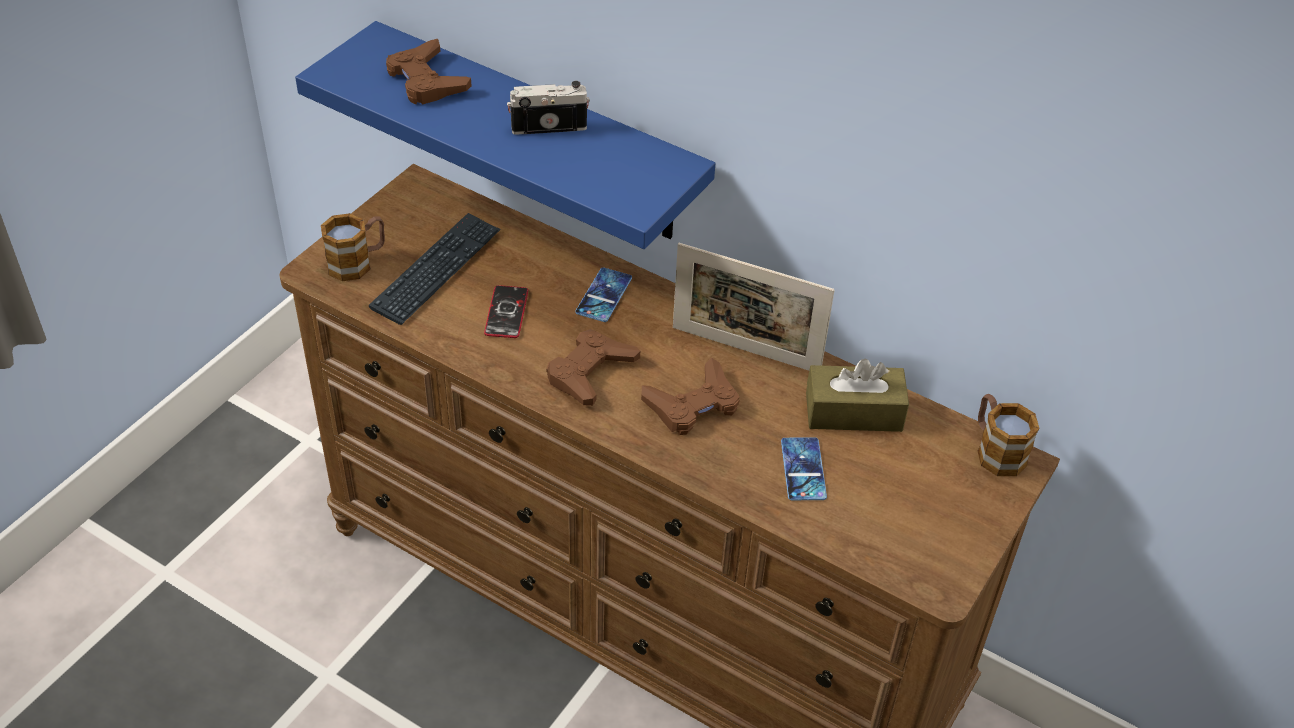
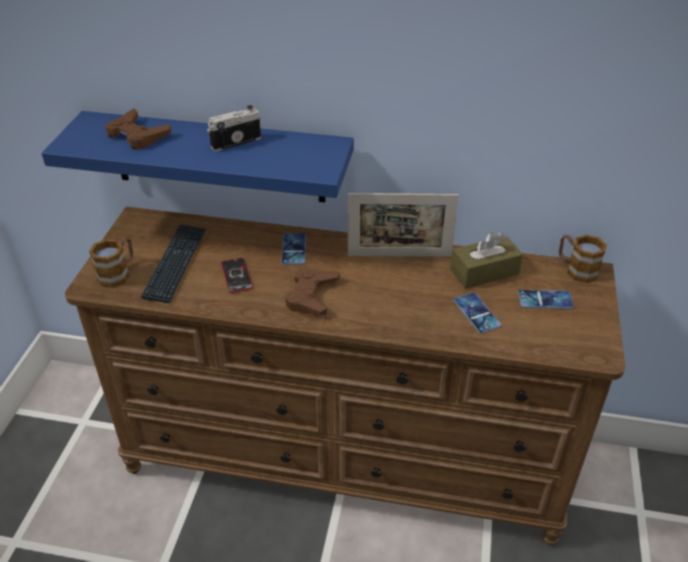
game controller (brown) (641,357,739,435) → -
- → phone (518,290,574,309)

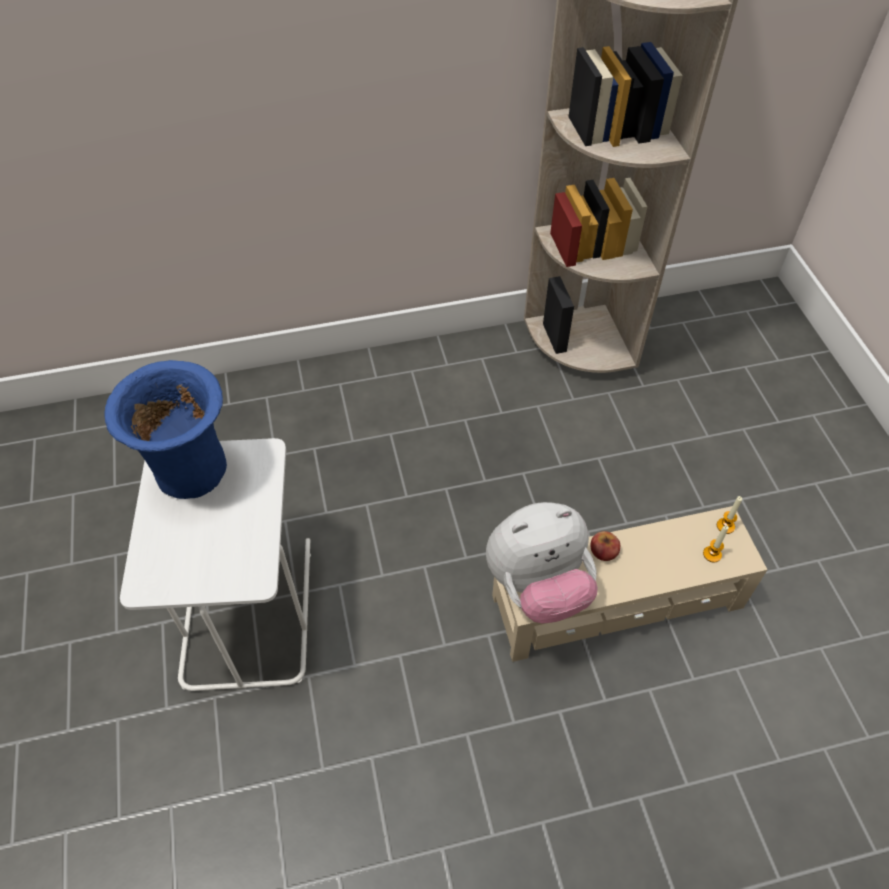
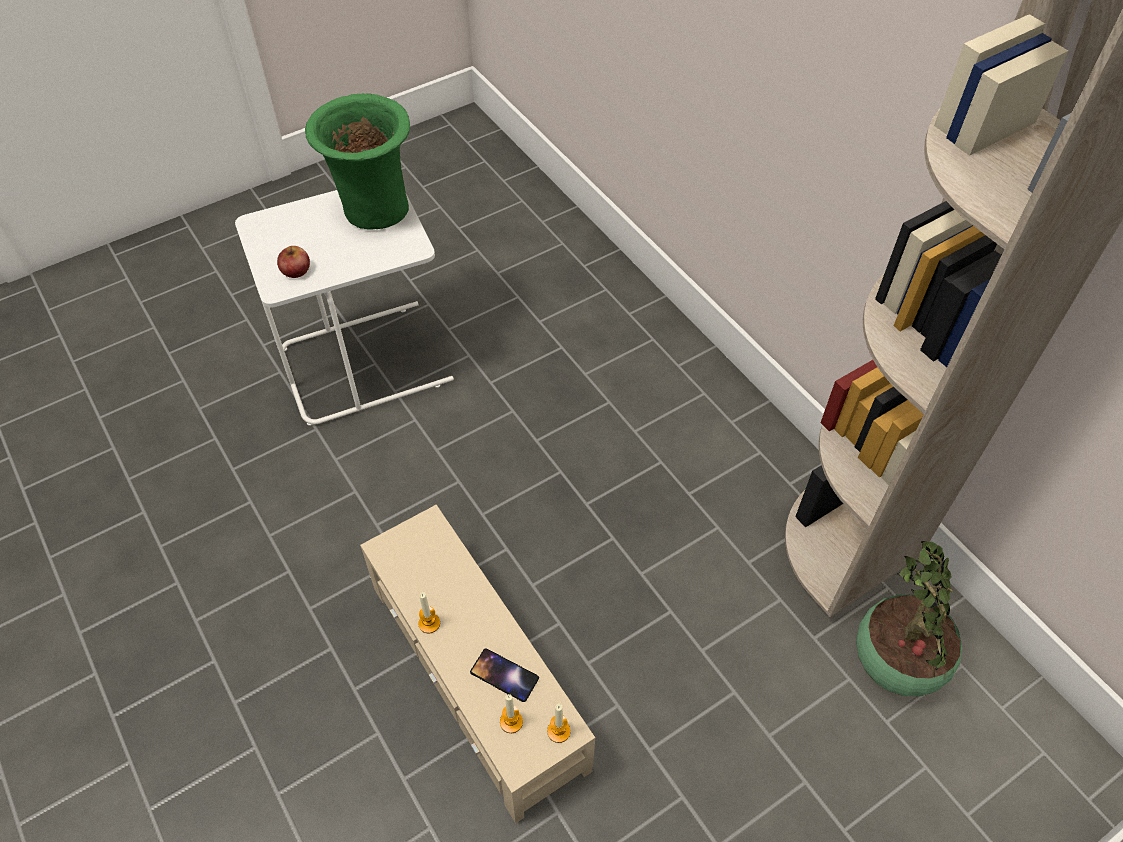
plush toy (486,502,598,624) → -
- → candle (418,592,440,633)
- → phone (470,648,539,702)
- → potted plant (856,541,962,696)
apple (590,531,620,561) → apple (277,246,310,278), shifted
vase (blue) (104,360,227,499) → vase (green) (305,93,410,230)

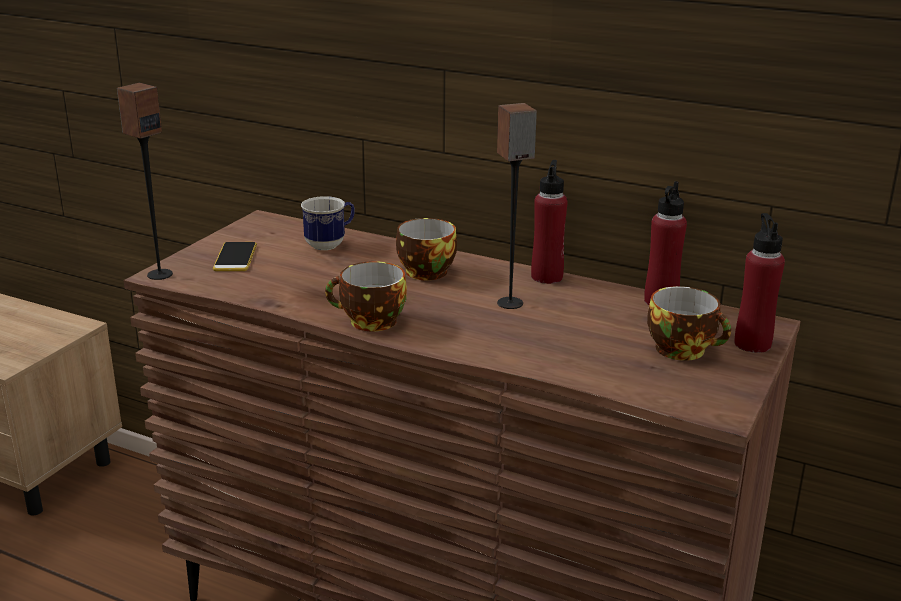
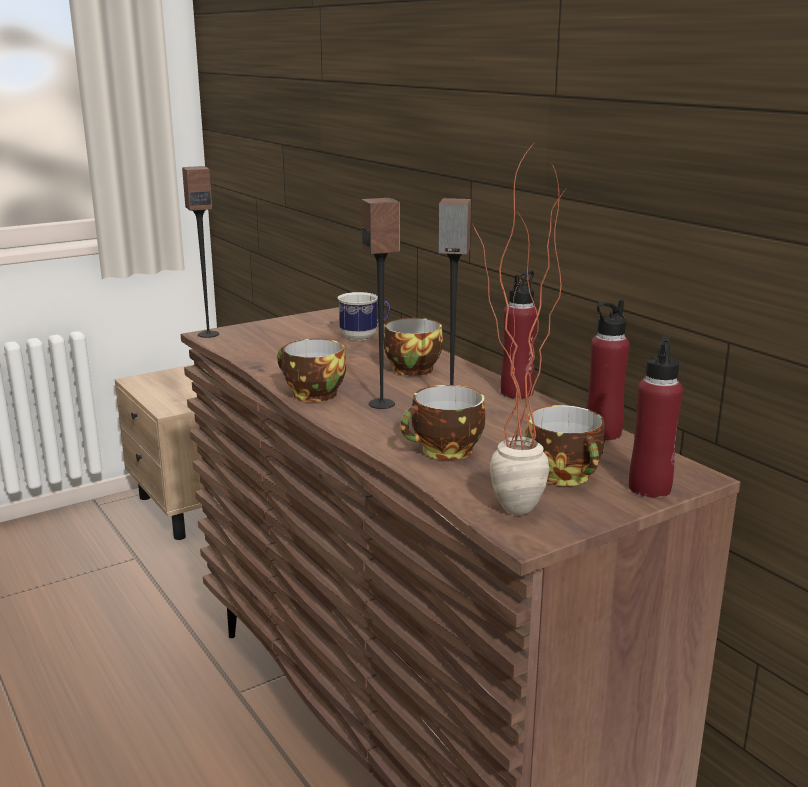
phone (213,242,257,271) → -
- → speaker (362,198,400,409)
- → cup (400,385,486,460)
- → potted plant (473,146,566,515)

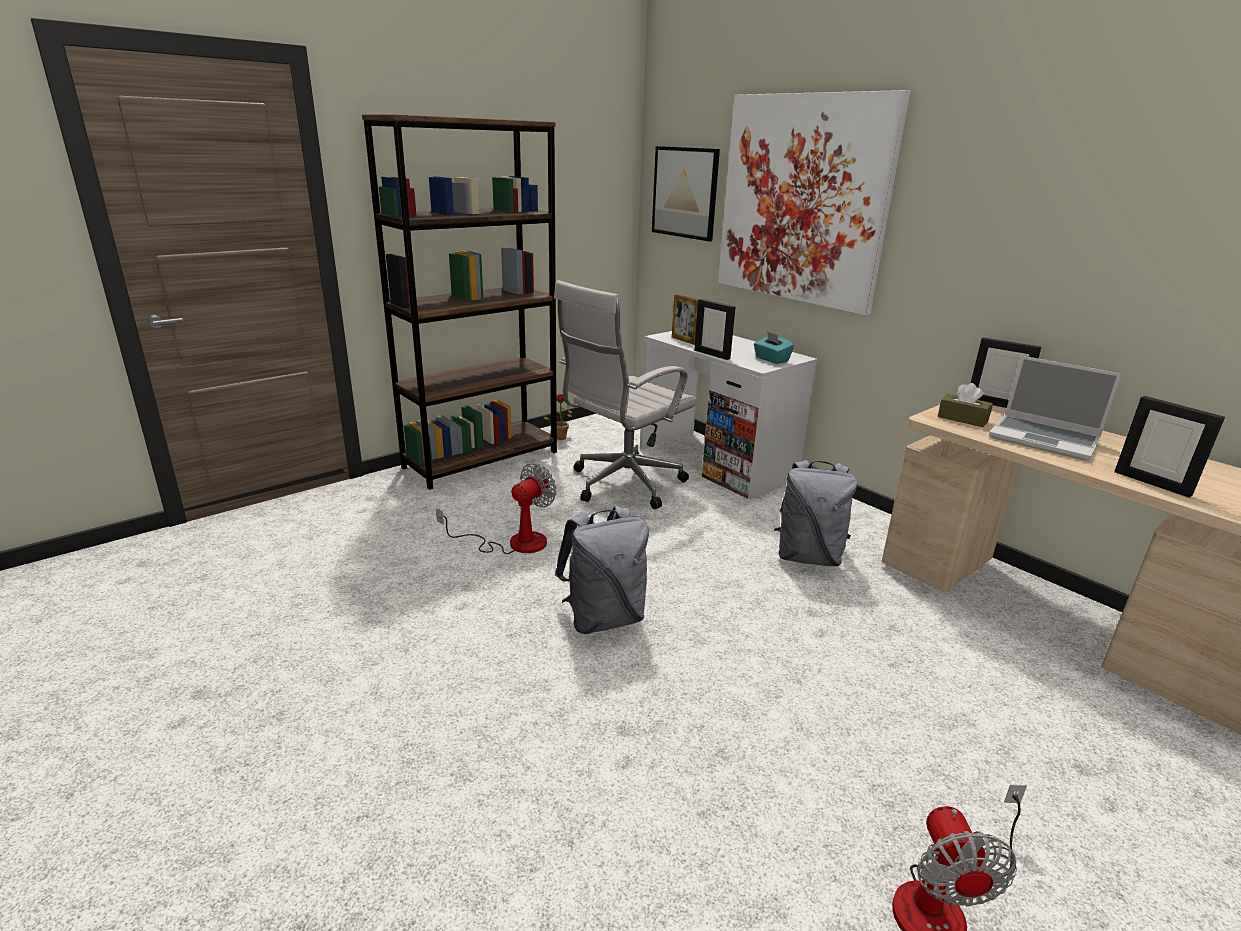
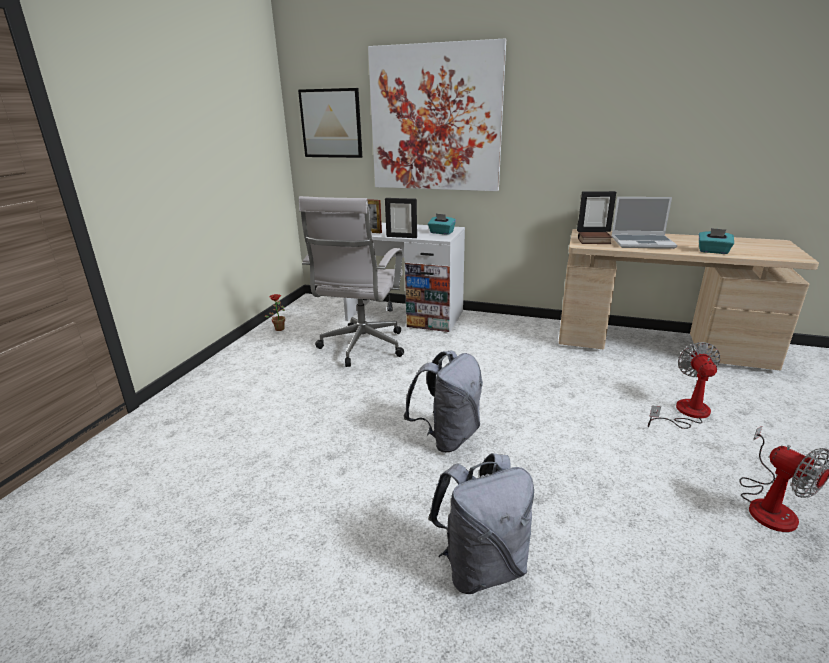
bookcase (brown) (362,114,557,490) → -
fan (436,463,556,554) → fan (648,342,720,429), shifted
backpack (grey) (774,460,858,566) → backpack (grey) (429,453,534,594), shifted
tissue box (brown) (938,383,993,427) → book (578,232,612,244)
picture frame (1114,396,1225,498) → tissue box (turquoise) (699,228,734,254)

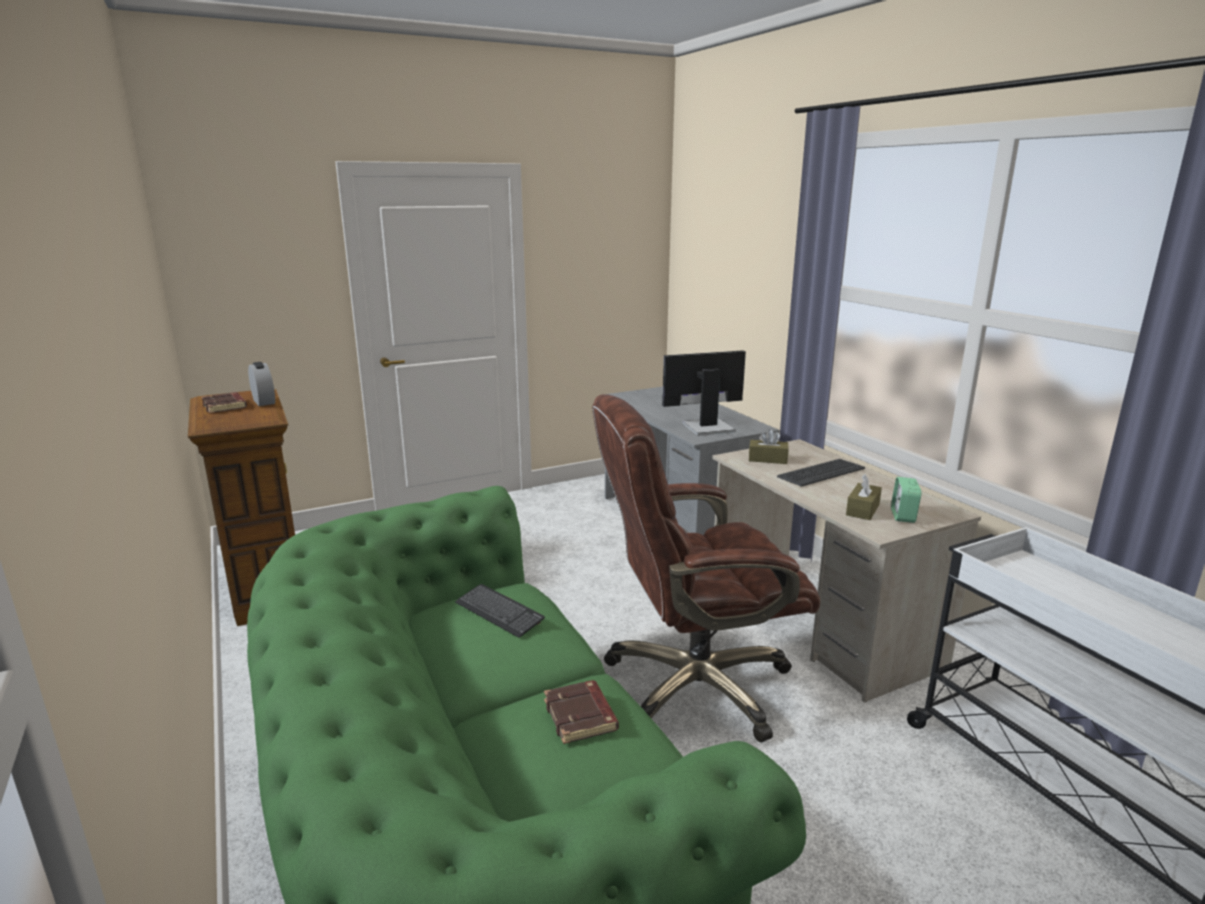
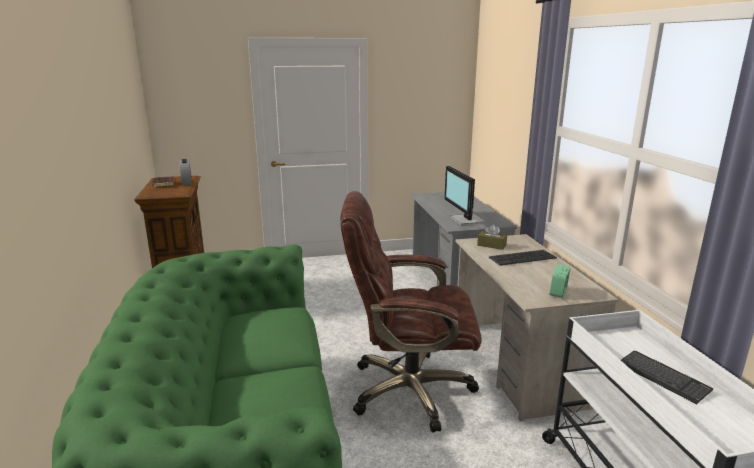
book (brown) (544,680,619,744) → -
tissue box (brown) (846,474,882,520) → -
keyboard (455,584,545,638) → keyboard (621,351,713,404), shifted
monitor (662,350,746,436) → monitor (444,166,486,226), 105 degrees counterclockwise

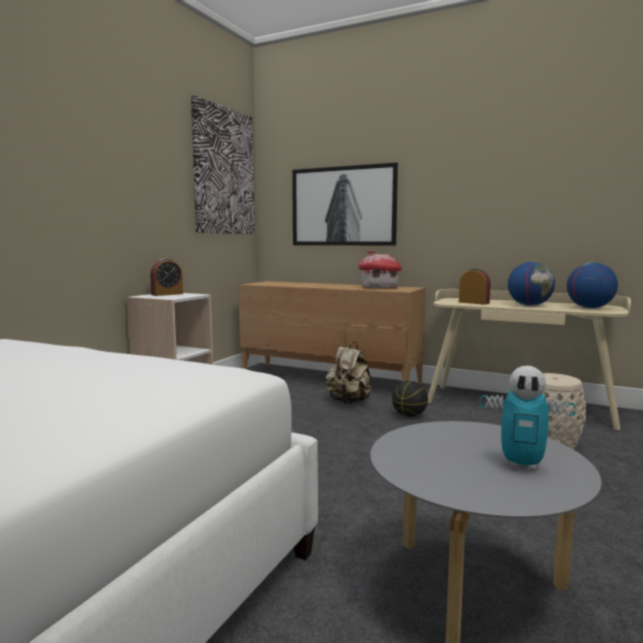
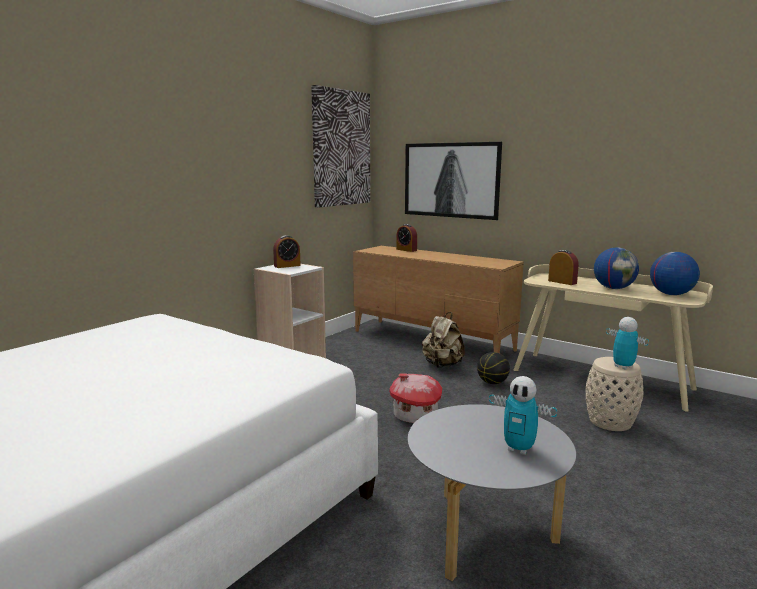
- → alarm clock (396,224,417,252)
- → toy robot (606,317,649,370)
toy house (359,250,402,288) → toy house (389,373,442,423), shifted

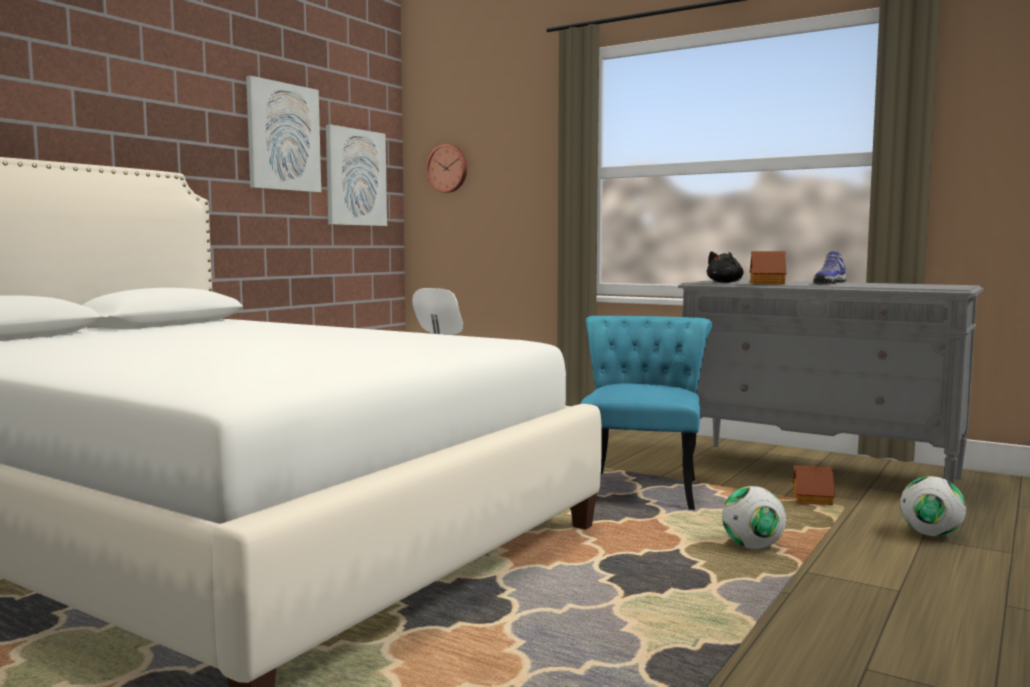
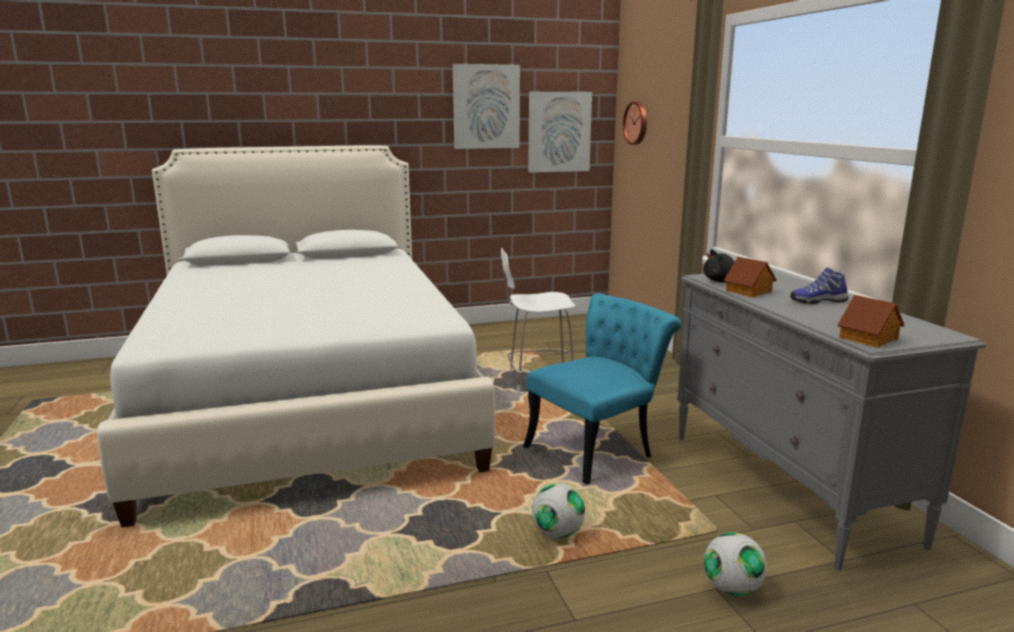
toy house (792,465,835,505) → toy house (838,295,904,348), shifted

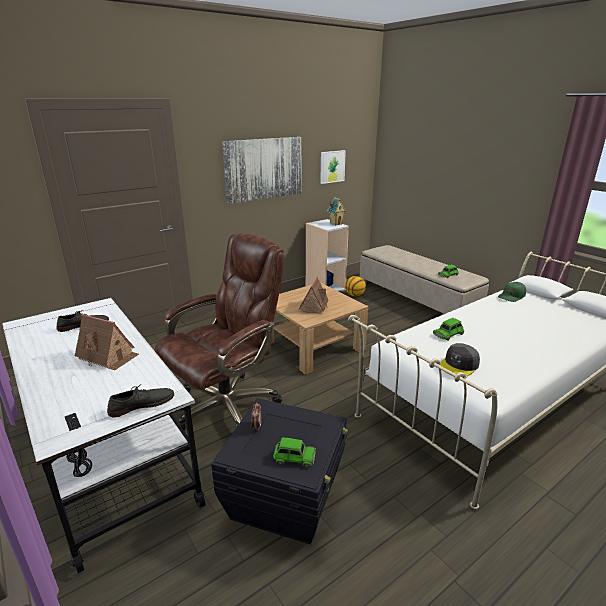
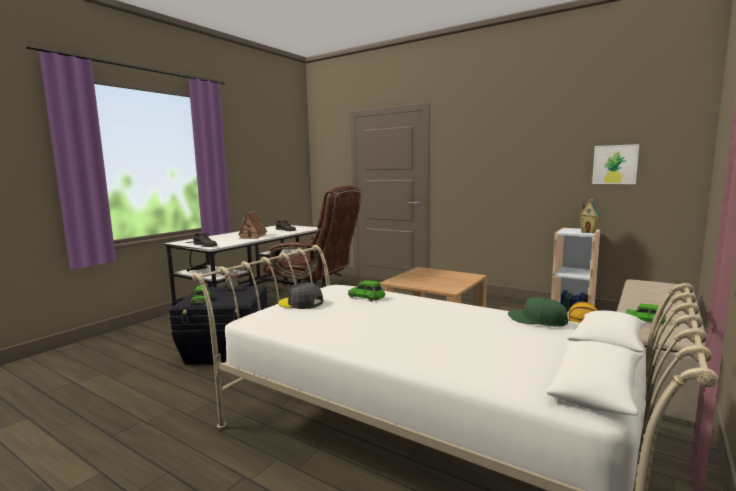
picture (222,137,301,204) → -
toy house (299,276,329,314) → -

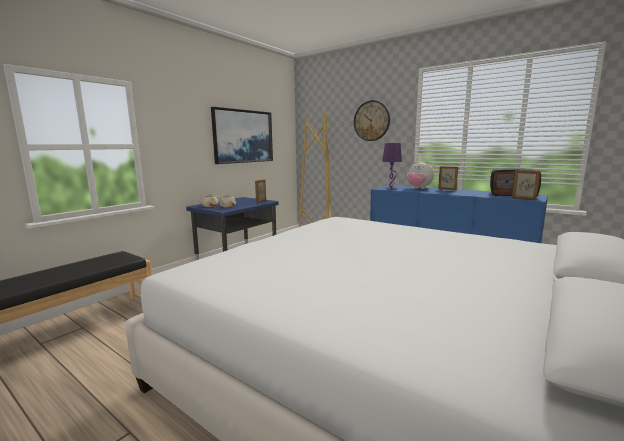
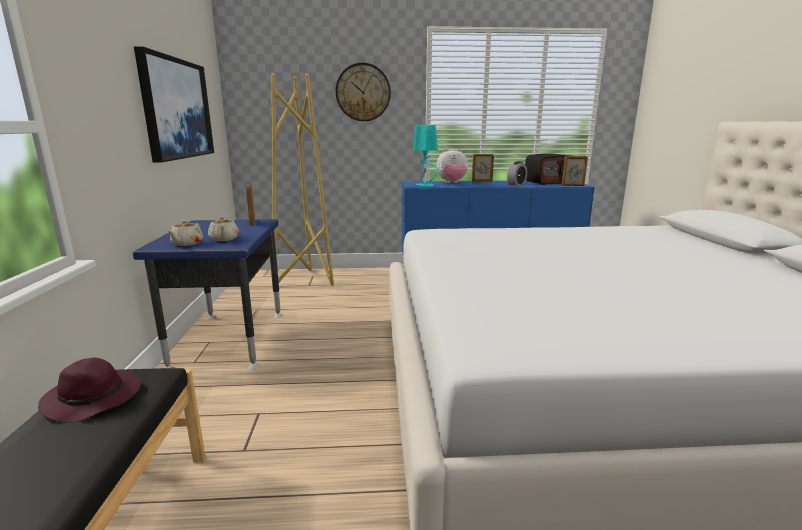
- → hat (purple) (38,358,141,423)
- → alarm clock (507,161,527,186)
table lamp (purple) (382,143,402,189) → table lamp (turquoise) (413,125,438,187)

